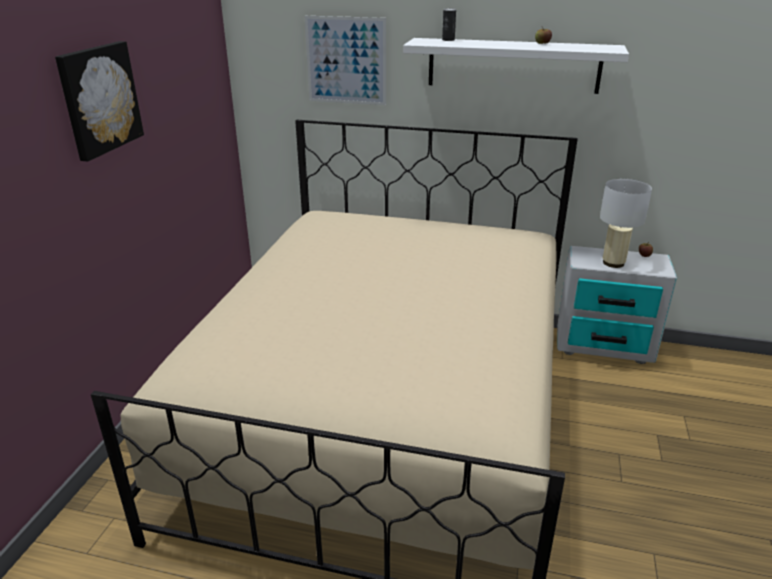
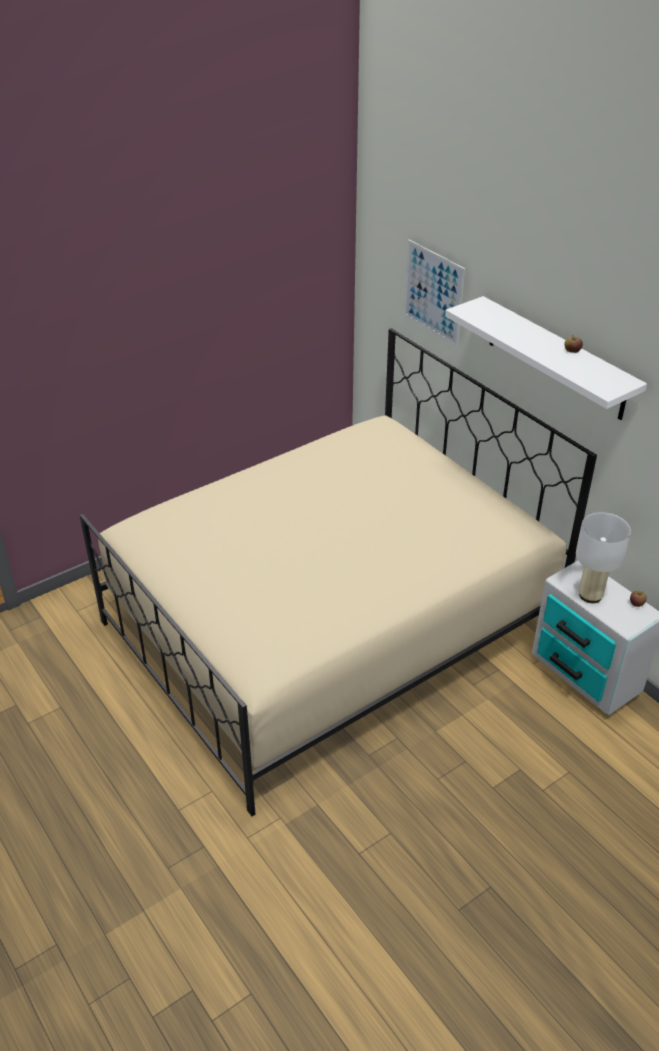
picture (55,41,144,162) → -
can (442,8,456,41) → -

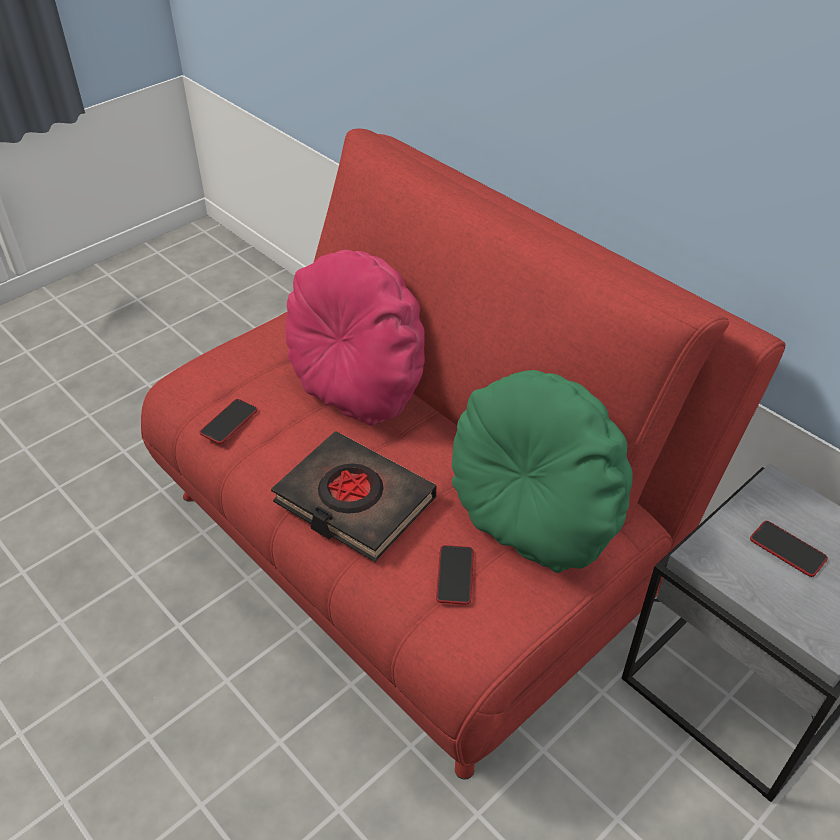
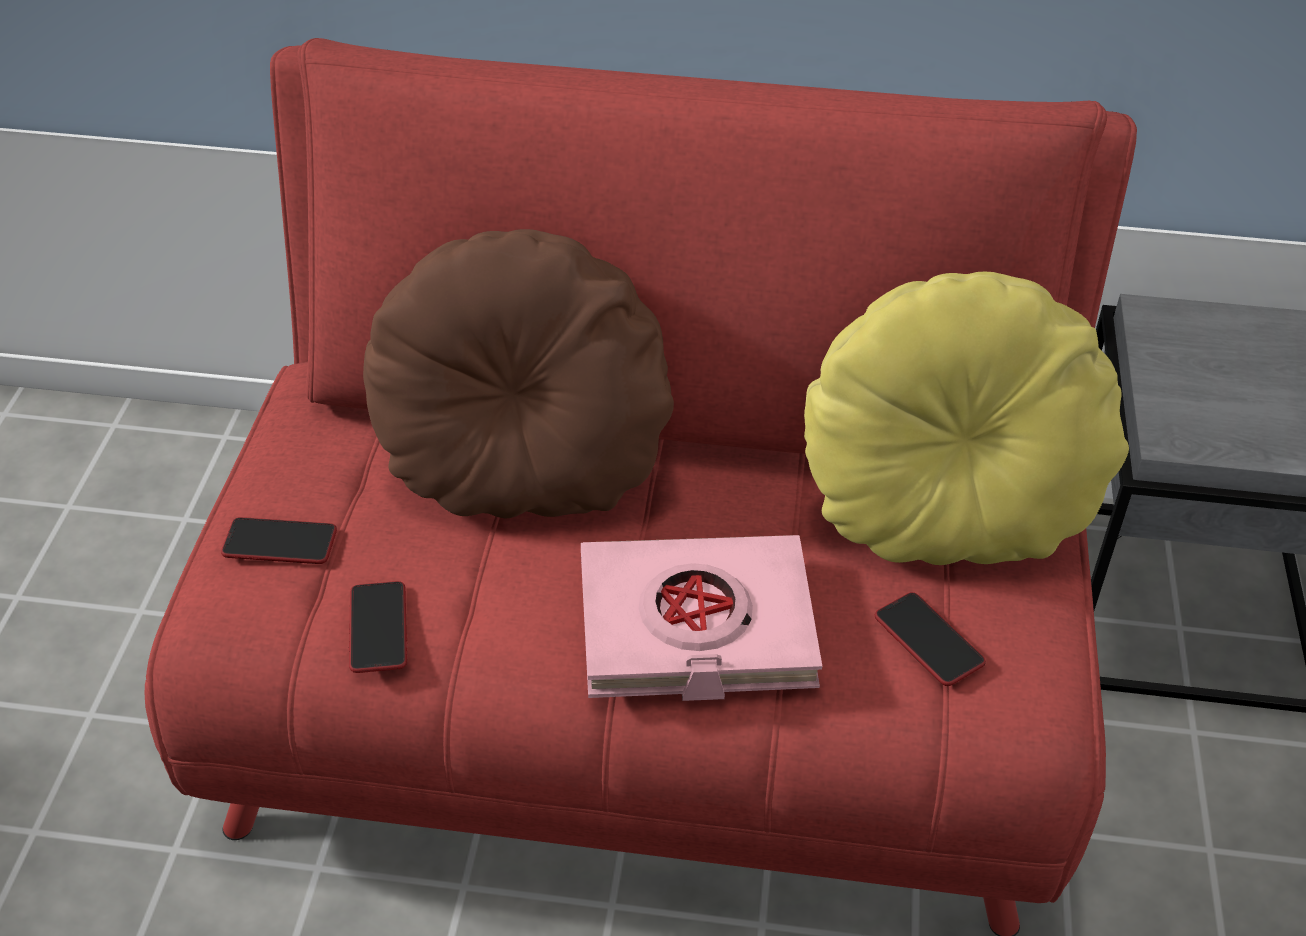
phone (750,521,828,577) → phone (221,517,337,564), shifted
book (black) (271,431,436,562) → book (pink) (581,535,822,701)
pillow (pink) (286,250,425,426) → pillow (brown) (363,229,674,518)
pillow (green) (452,370,633,573) → pillow (yellow) (804,272,1129,565)

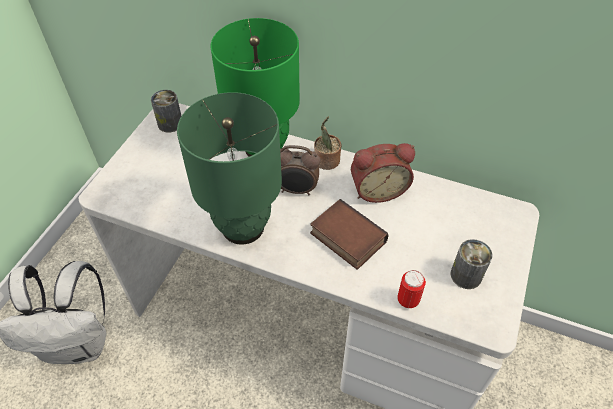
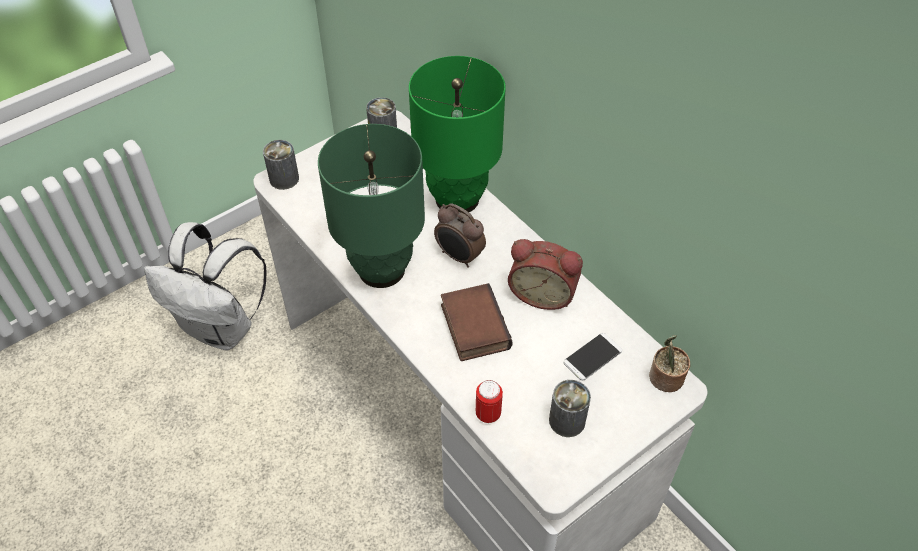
- → can (263,140,299,190)
- → phone (563,333,622,380)
potted plant (314,116,341,170) → potted plant (649,335,690,392), shifted

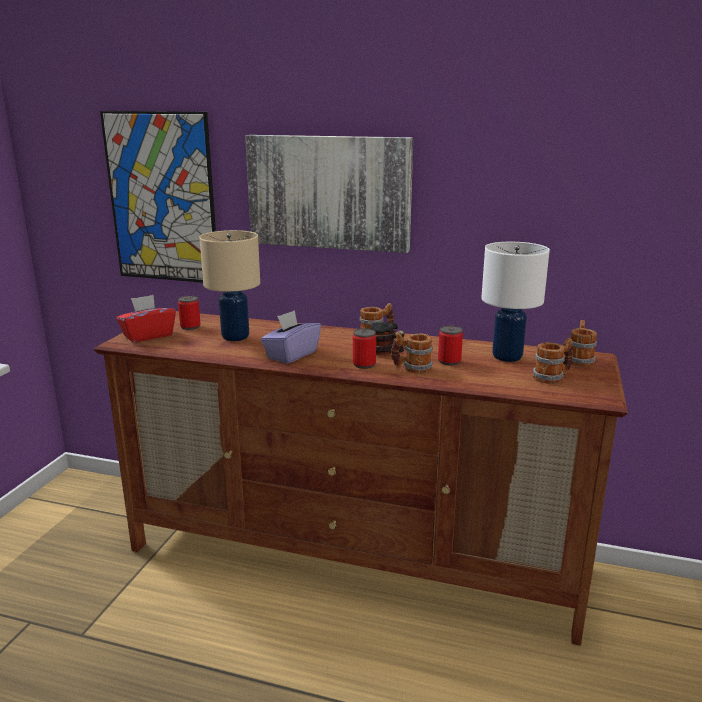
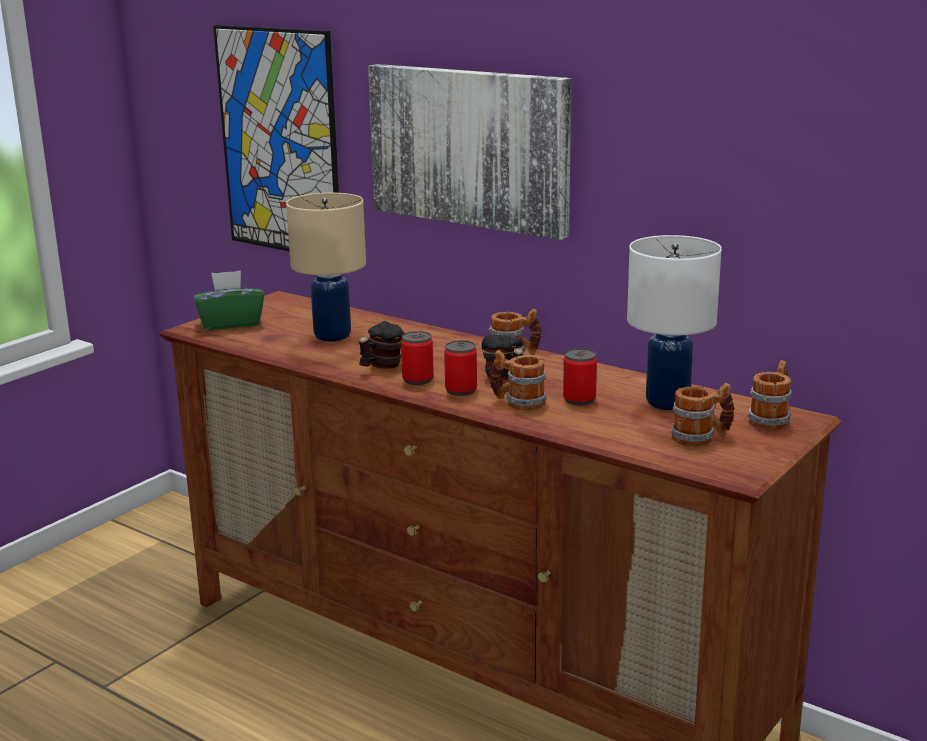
can (178,296,201,330) → can (401,331,434,385), shifted
tissue box (purple) (261,310,321,364) → mug (358,321,405,369)
tissue box (red) (116,295,176,343) → tissue box (green) (194,270,264,330)

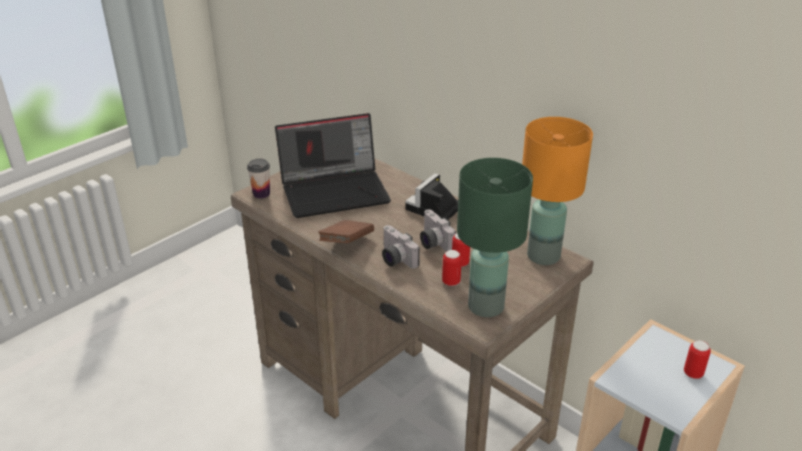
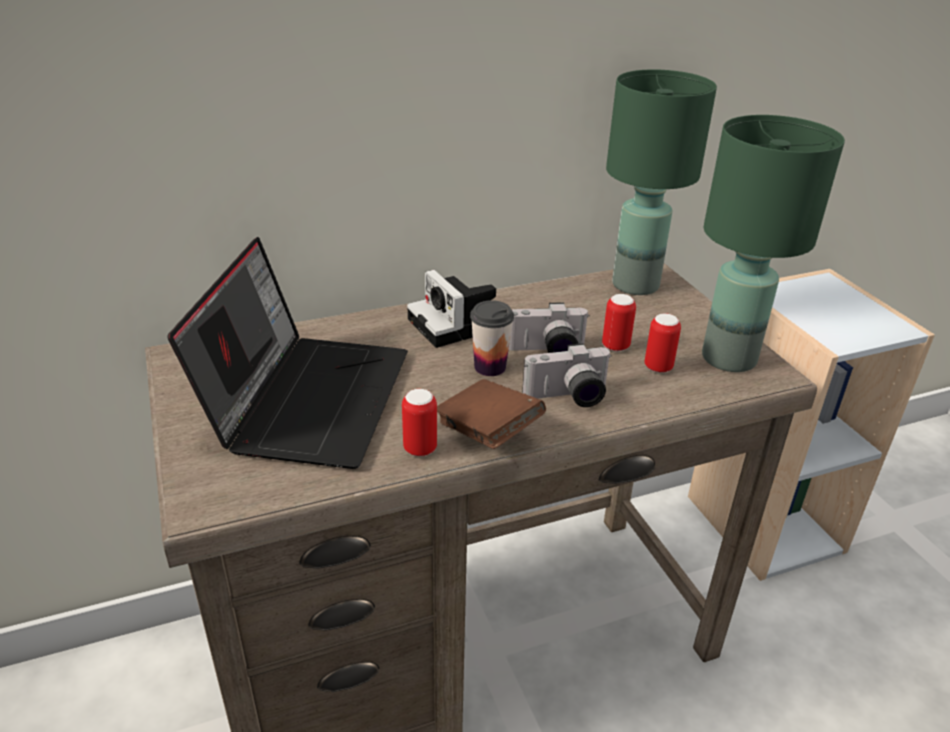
cup (247,159,270,198) → cup (470,300,514,376), shifted
can (684,340,711,379) → can (402,389,437,456), shifted
table lamp (orange) (522,117,593,265) → table lamp (green) (606,69,717,295)

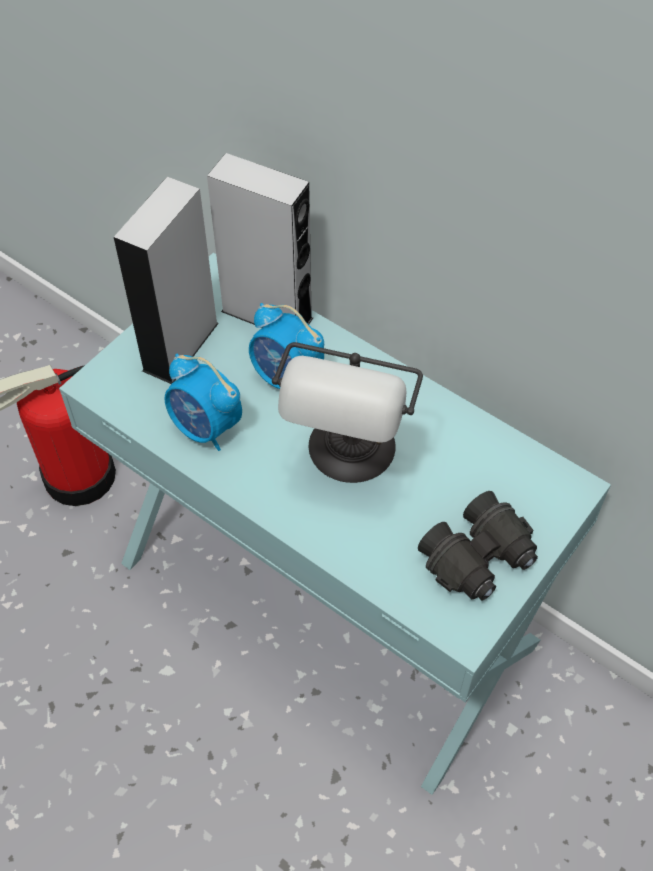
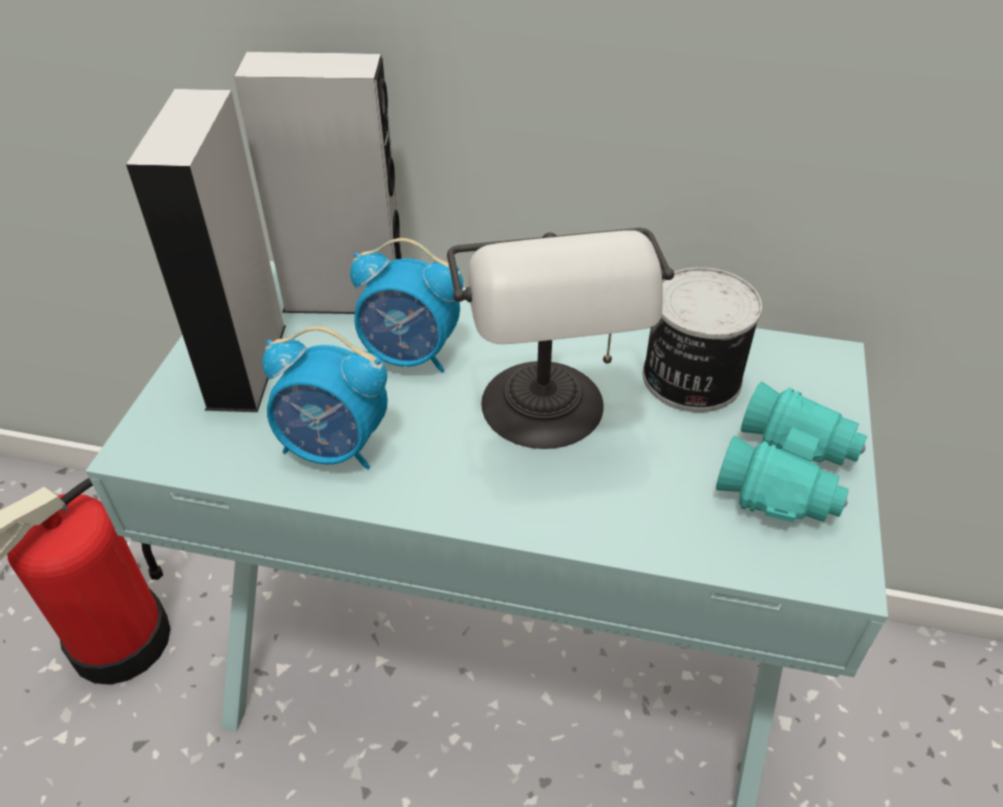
- → can (643,267,762,412)
binoculars (black) (418,491,538,601) → binoculars (turquoise) (716,381,867,522)

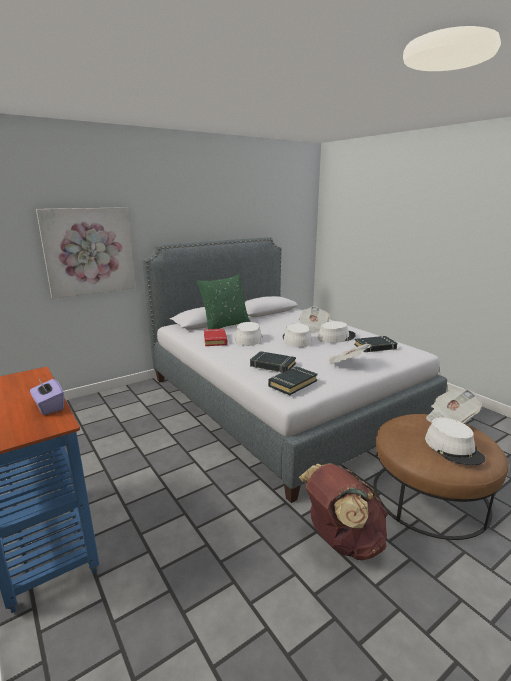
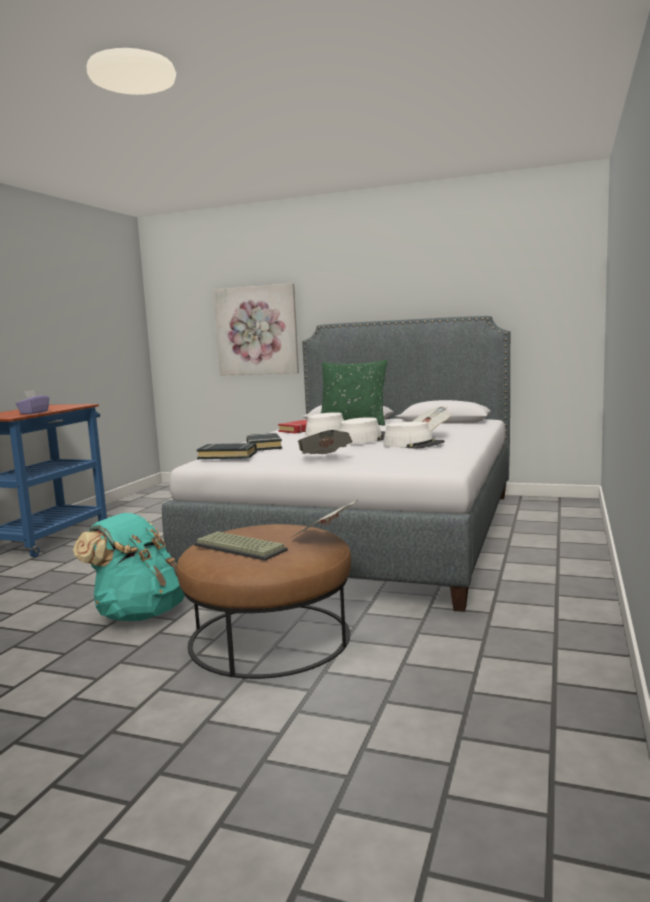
book (black) (354,336,397,352) → -
hat (white) (425,417,485,465) → keyboard (194,531,288,561)
backpack (brown) (299,463,388,560) → backpack (turquoise) (73,513,185,621)

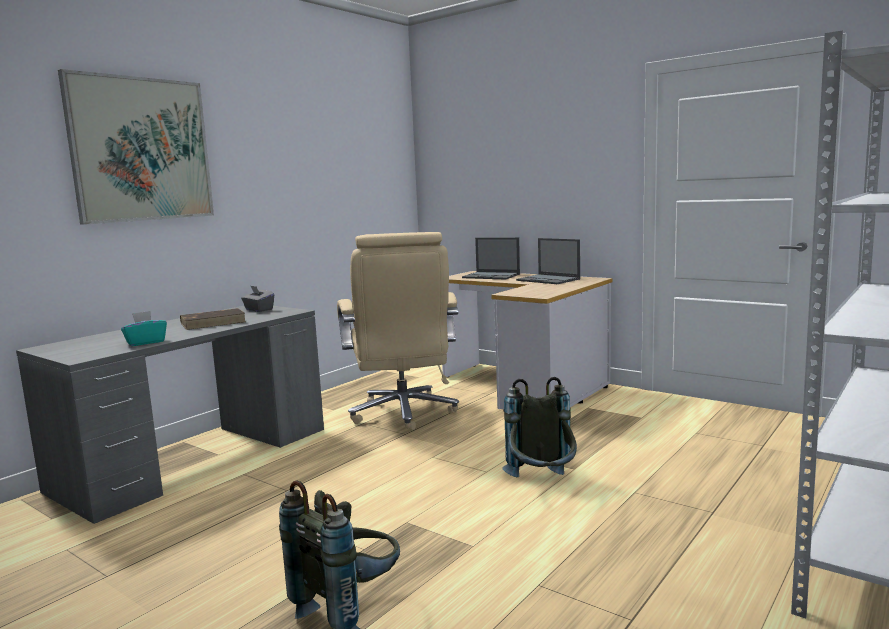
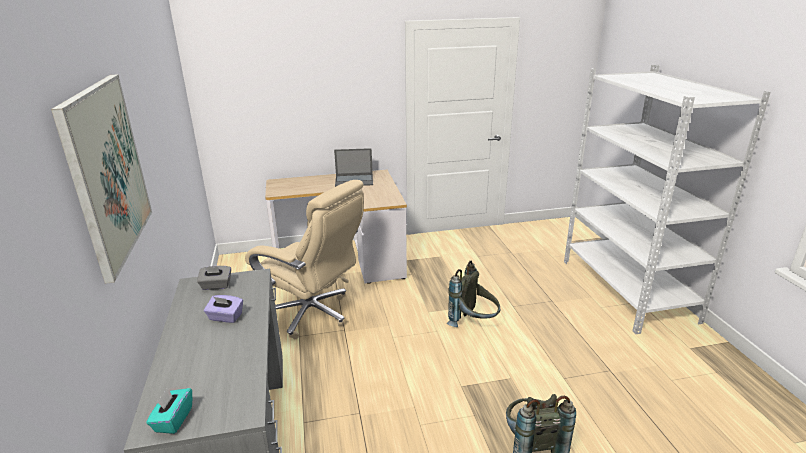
laptop (462,238,520,280) → -
tissue box (turquoise) (121,311,167,346) → tissue box (turquoise) (146,388,192,434), shifted
book (brown) (180,308,246,330) → tissue box (purple) (204,295,243,323)

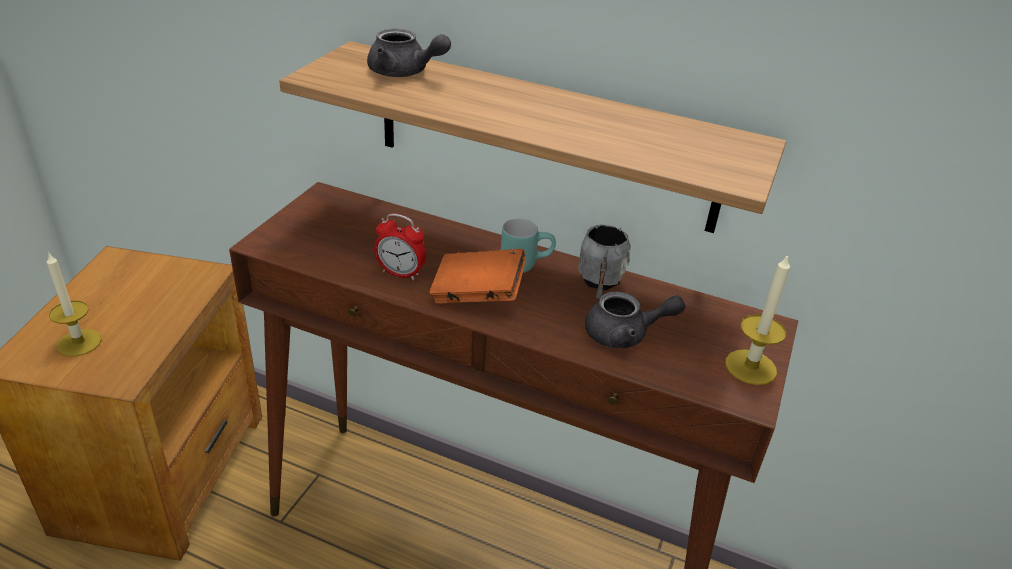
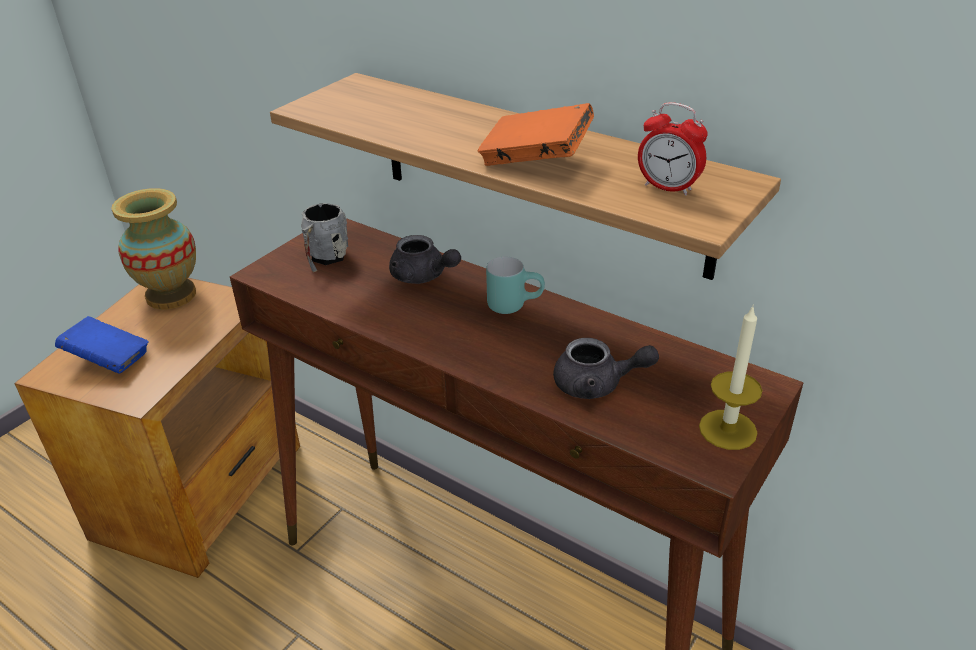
- → vase (111,188,196,309)
teapot (grey) (367,29,451,77) → teapot (grey) (389,235,461,284), shifted
alarm clock (374,214,426,281) → alarm clock (638,102,708,195), shifted
book (orange) (430,249,526,304) → book (orange) (477,103,594,166), shifted
mug (grey) (578,225,631,299) → mug (grey) (301,203,348,272), shifted
candle (47,252,101,356) → book (blue) (55,316,149,374)

